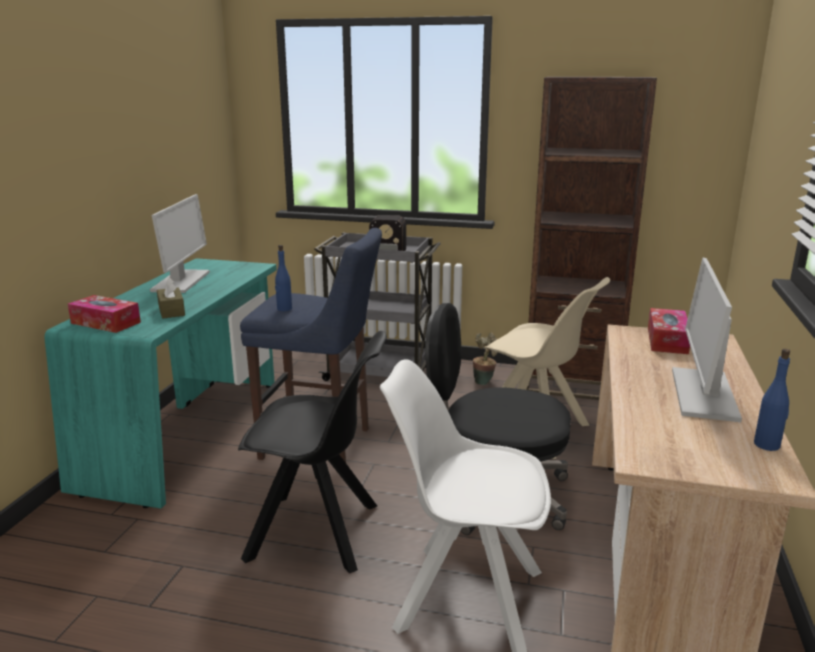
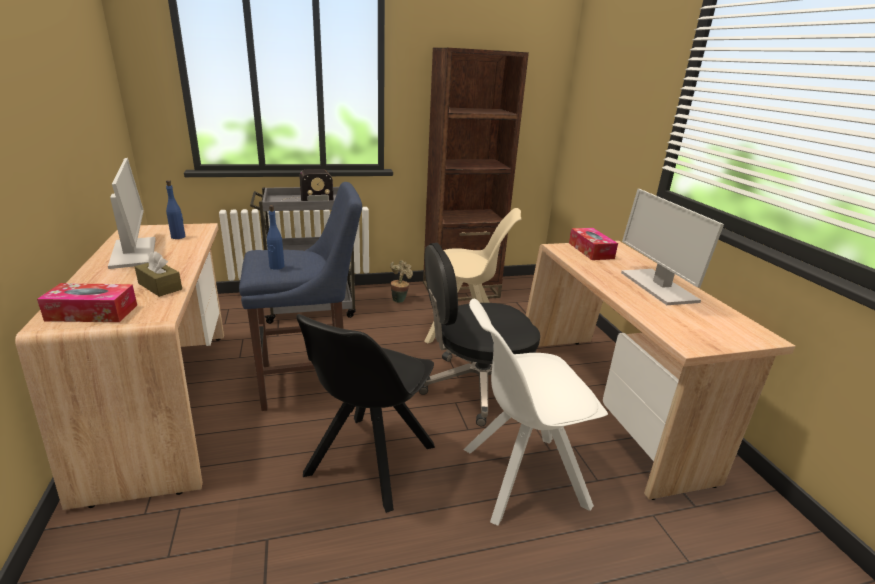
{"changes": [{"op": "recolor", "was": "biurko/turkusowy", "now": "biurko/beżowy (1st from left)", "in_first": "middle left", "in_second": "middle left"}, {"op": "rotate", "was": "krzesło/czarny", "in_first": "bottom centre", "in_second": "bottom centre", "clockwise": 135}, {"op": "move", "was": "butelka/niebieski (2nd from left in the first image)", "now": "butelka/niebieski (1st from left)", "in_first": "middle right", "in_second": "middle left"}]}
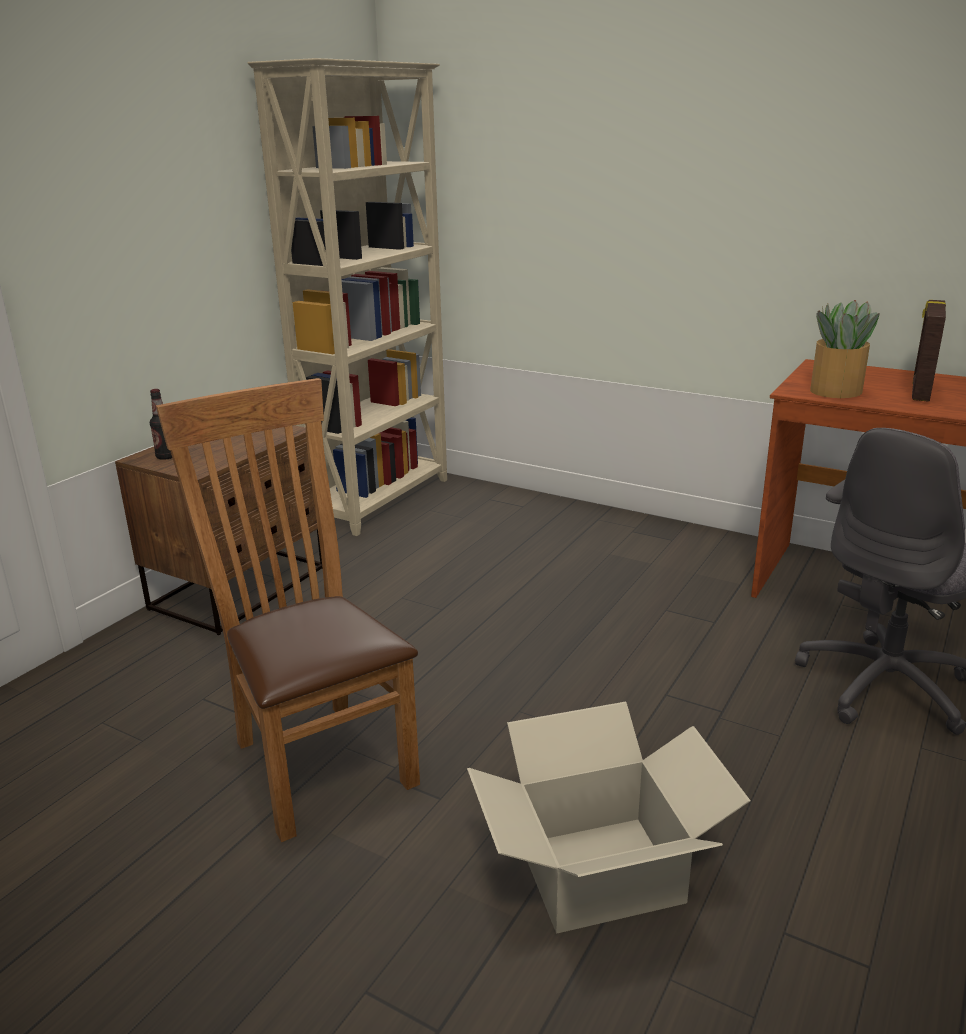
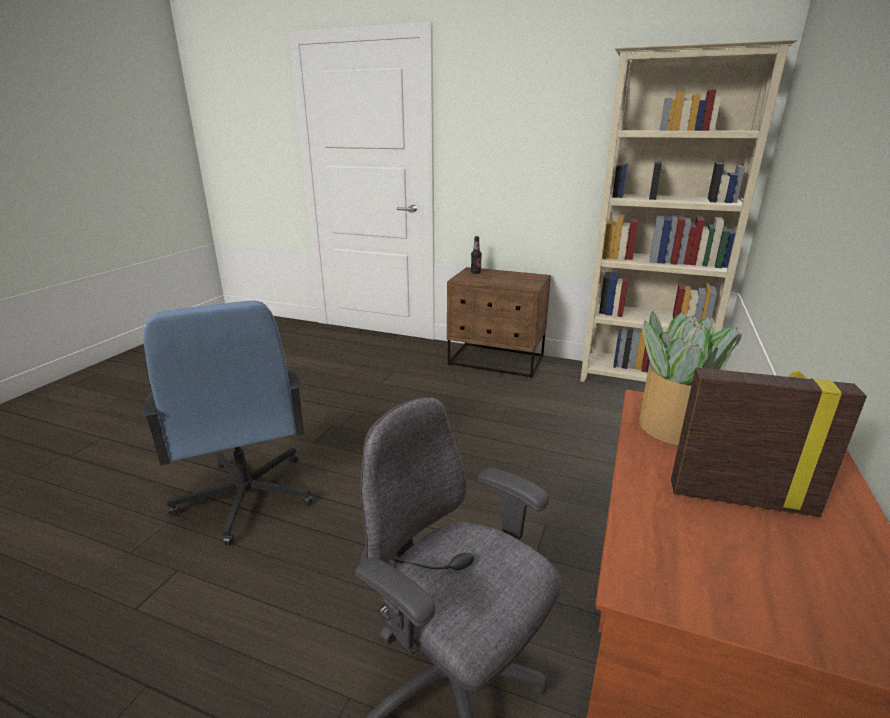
{"changes": [{"op": "delete", "was": "krzesło/brązowy", "in_first": "middle left"}, {"op": "replace", "was": "karton", "now": "krzesło biurowe/niebieski", "in_first": "bottom centre", "in_second": "middle left"}]}
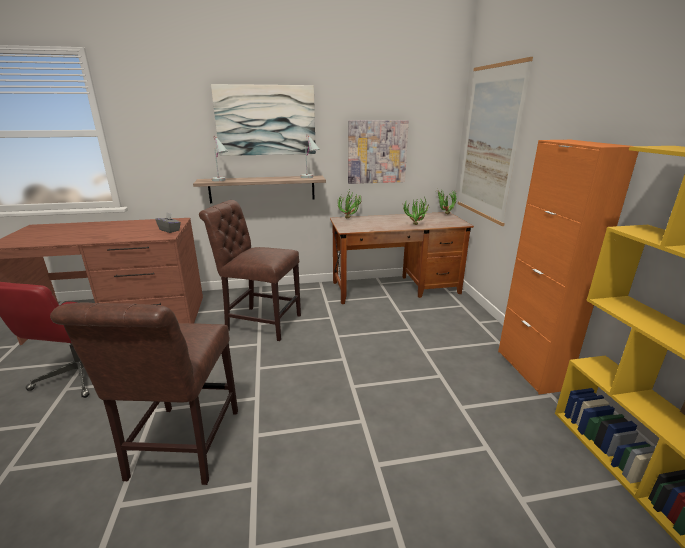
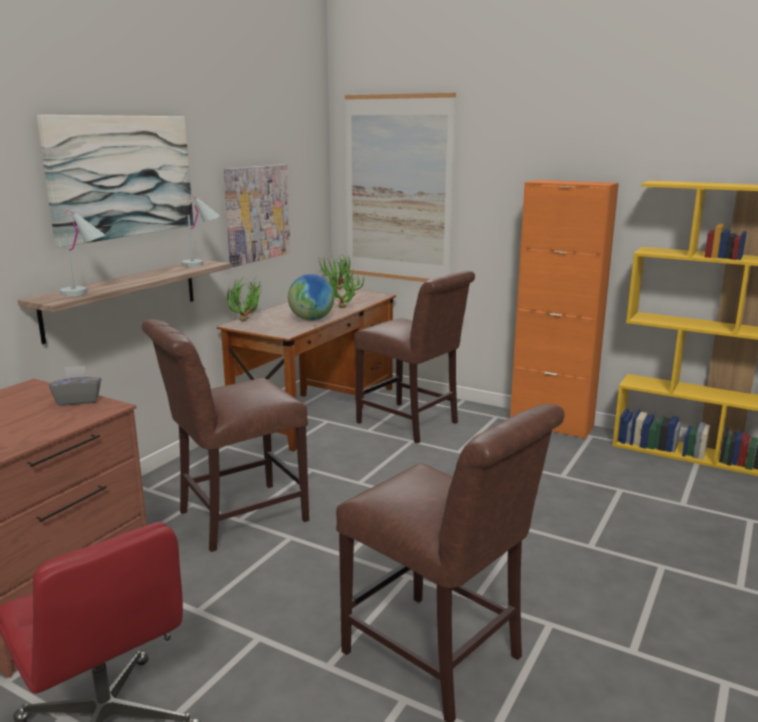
{"changes": [{"op": "insert", "now": "globus", "in_second": "centre"}, {"op": "insert", "now": "krzesło/brązowy (2nd from left)", "in_second": "centre"}]}
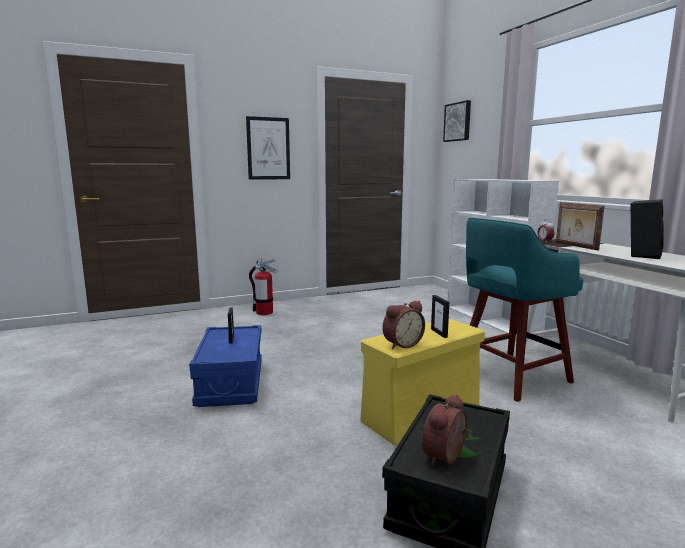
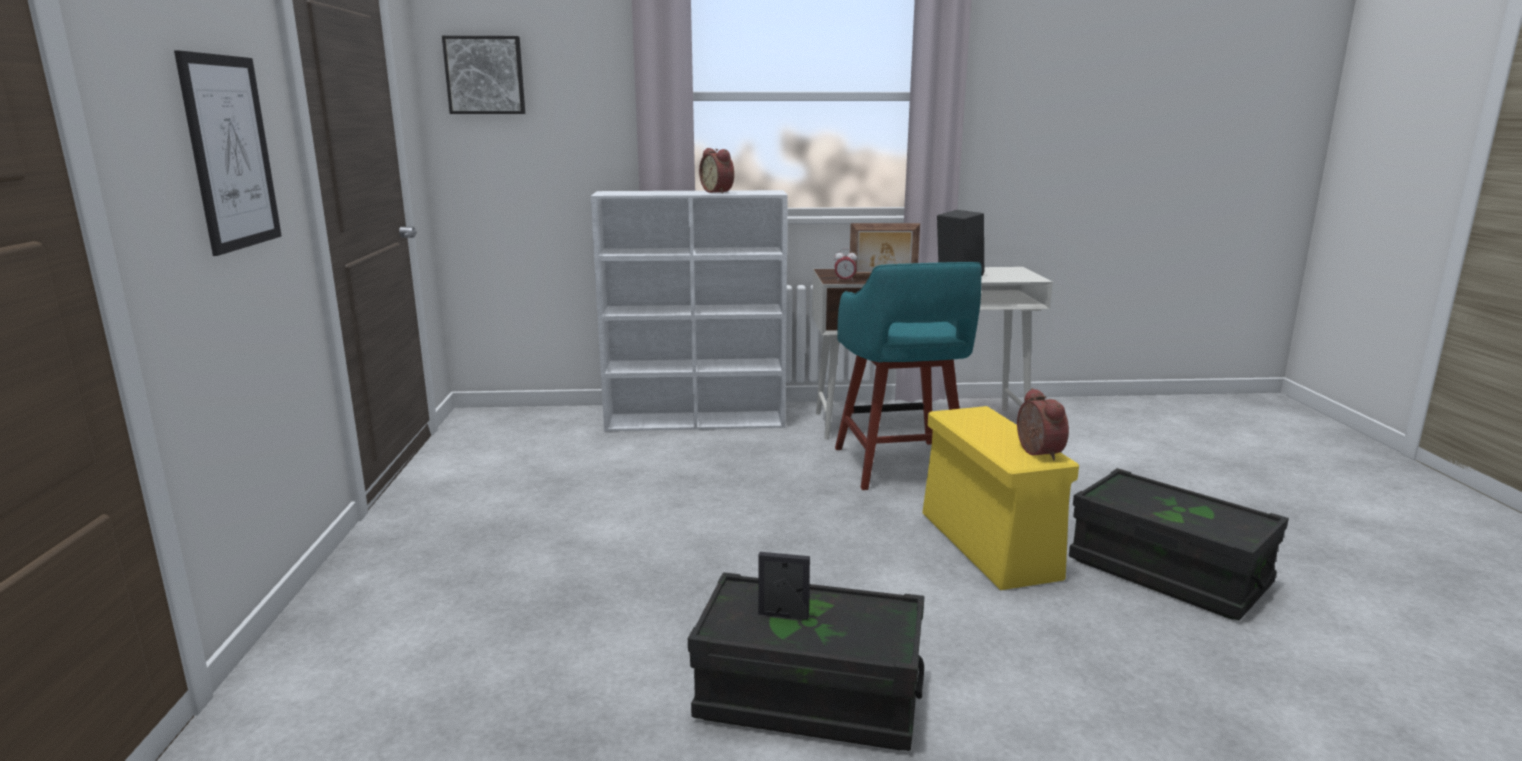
{"changes": [{"op": "recolor", "was": "pojemnik do przechowywania/niebieski", "now": "pojemnik do przechowywania/czarny (1st from left)", "in_first": "bottom left", "in_second": "bottom centre"}, {"op": "delete", "was": "gaśnica", "in_first": "centre"}, {"op": "move", "was": "budzik (2nd from left in the first image)", "now": "budzik (1st from left)", "in_first": "bottom centre", "in_second": "top centre"}, {"op": "delete", "was": "ramka na zdjęcie (2nd from left)", "in_first": "centre"}]}
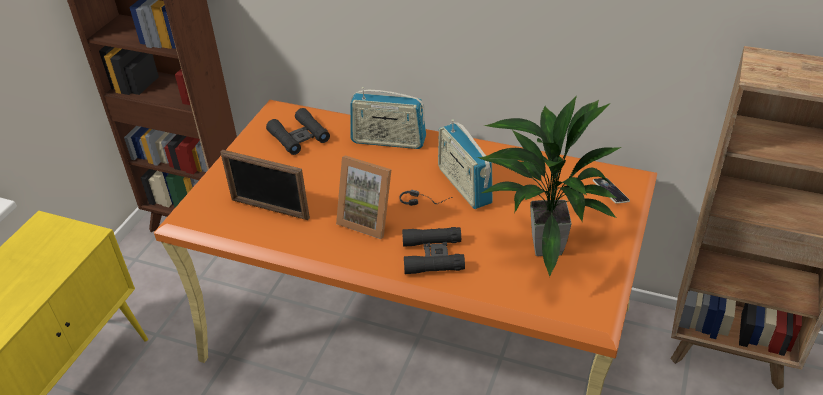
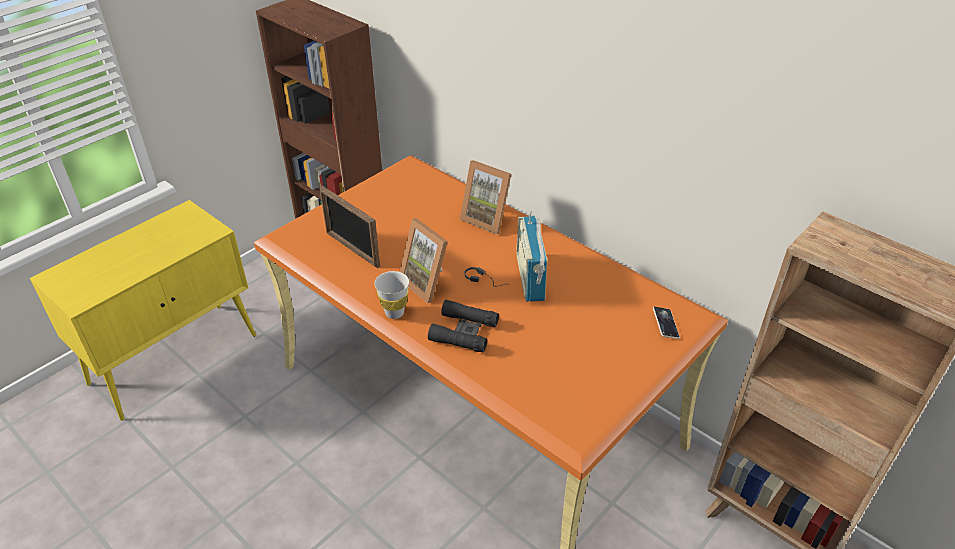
{"changes": [{"op": "delete", "was": "lornetka/czarny (1st from left)", "in_first": "top centre"}, {"op": "replace", "was": "radio (1st from left)", "now": "ramka na zdjęcie (3rd from left)", "in_first": "top centre", "in_second": "centre"}, {"op": "delete", "was": "roślina doniczkowa", "in_first": "middle right"}, {"op": "insert", "now": "filiżanka/biały", "in_second": "centre"}]}
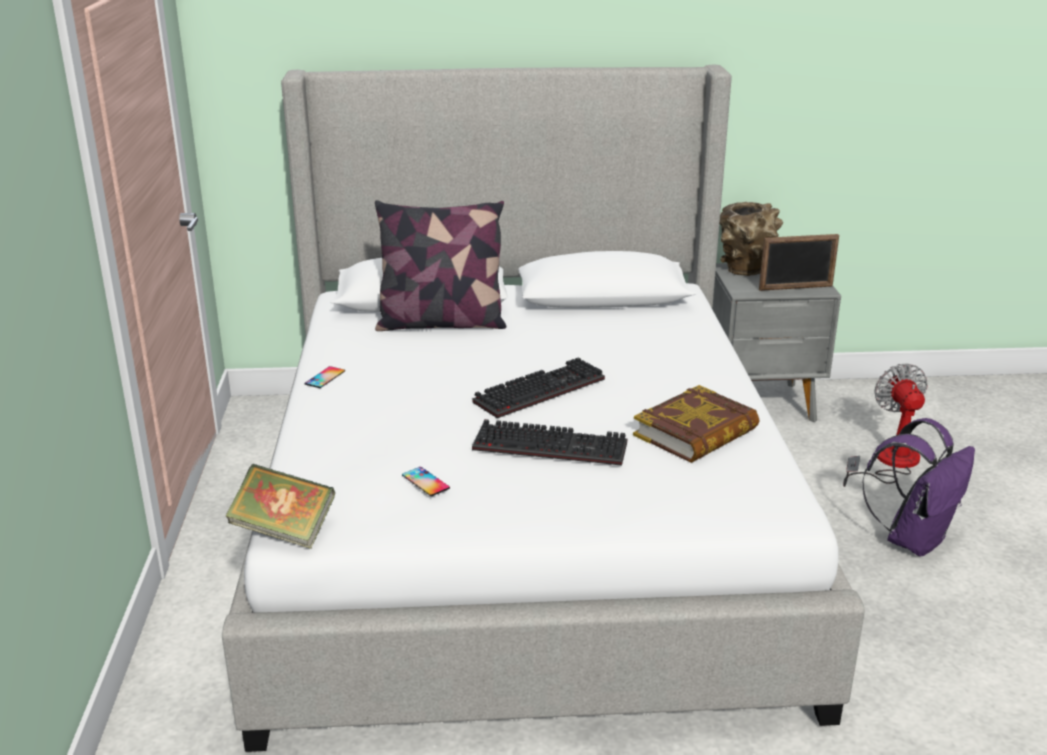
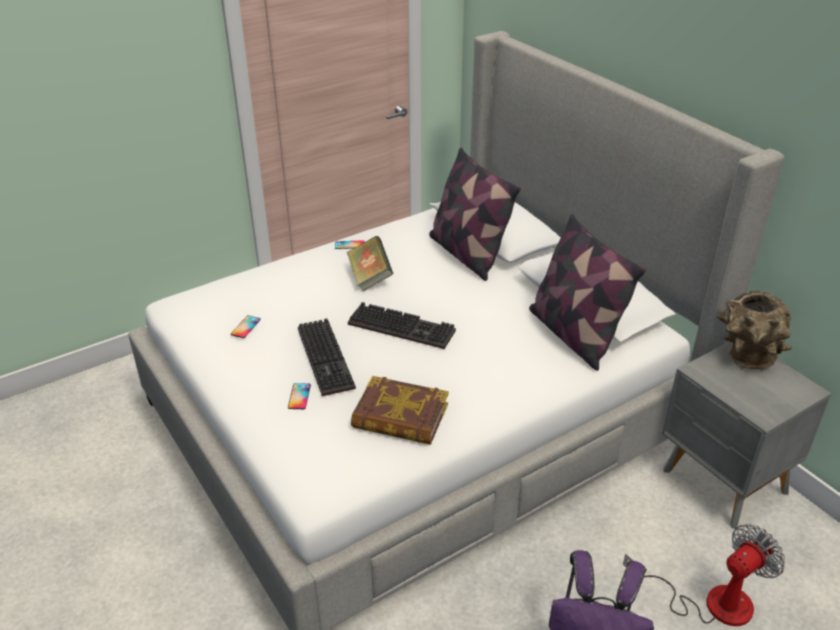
{"changes": [{"op": "move", "was": "książka (1st from left)", "in_first": "bottom left", "in_second": "centre"}, {"op": "delete", "was": "ramka na zdjęcie", "in_first": "middle right"}, {"op": "insert", "now": "telefon (2nd from left)", "in_second": "centre"}, {"op": "insert", "now": "poduszka (2nd from left)", "in_second": "middle right"}]}
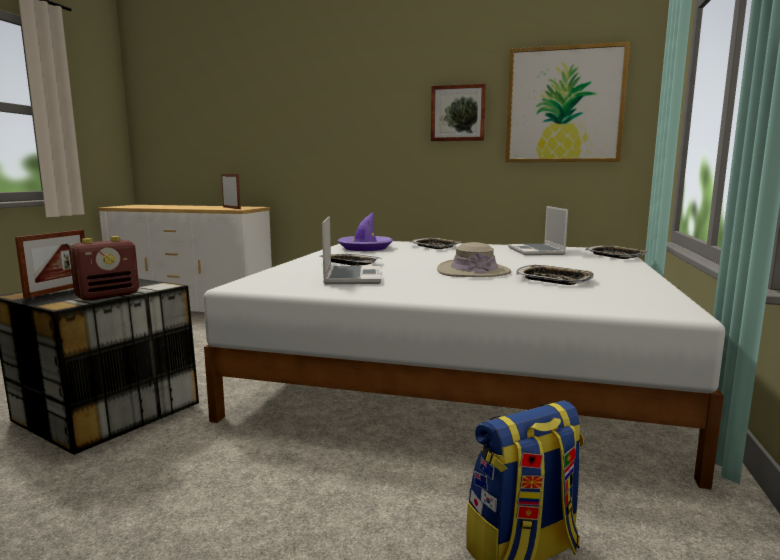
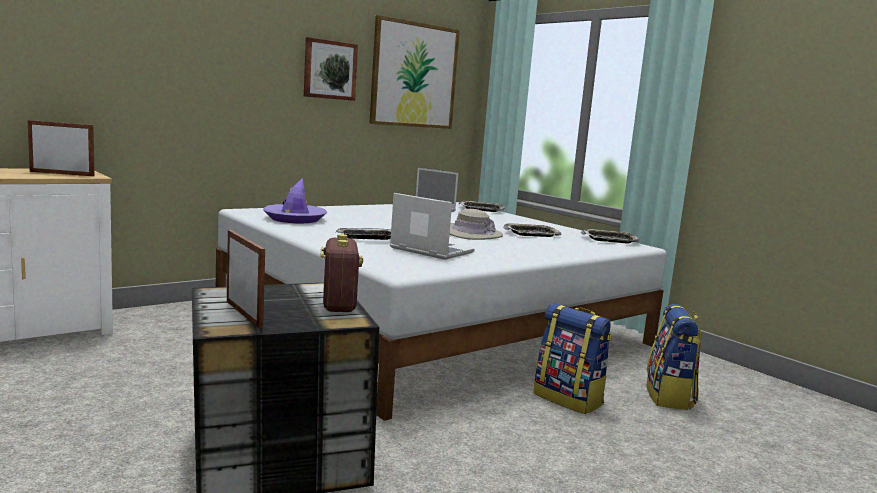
{"changes": [{"op": "move", "was": "taca (2nd from left in the first image)", "now": "taca (4th from left)", "in_first": "centre", "in_second": "middle right"}, {"op": "insert", "now": "plecak (1st from left)", "in_second": "bottom centre"}]}
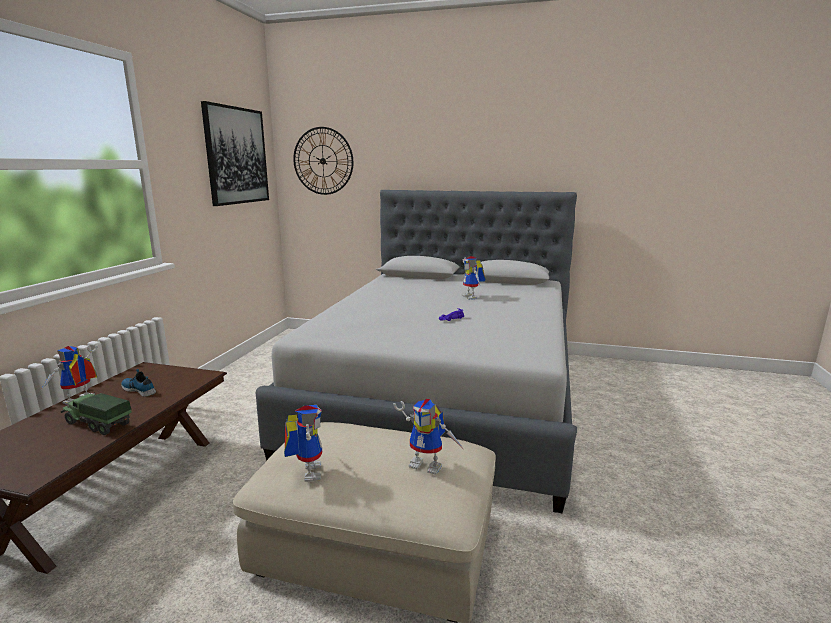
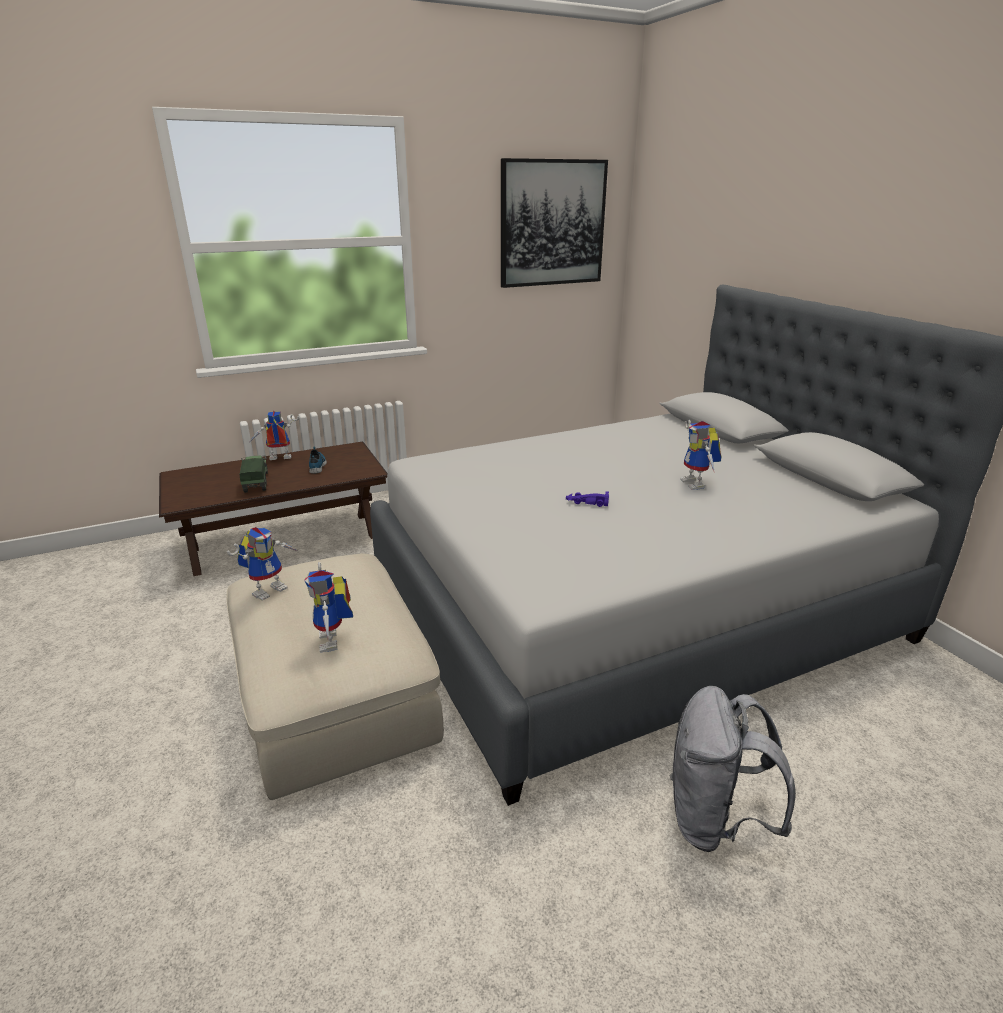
{"changes": [{"op": "delete", "was": "zegar ścienny", "in_first": "top centre"}, {"op": "rotate", "was": "robot zabawkowy (4th from left)", "in_first": "centre", "in_second": "middle right", "clockwise": -45}, {"op": "insert", "now": "plecak/szary", "in_second": "bottom right"}]}
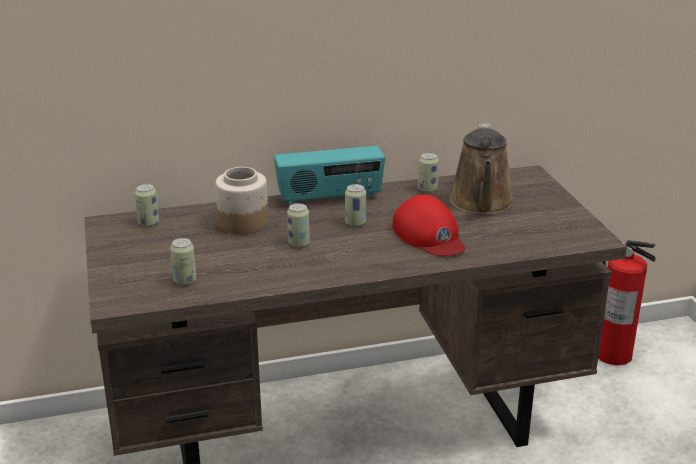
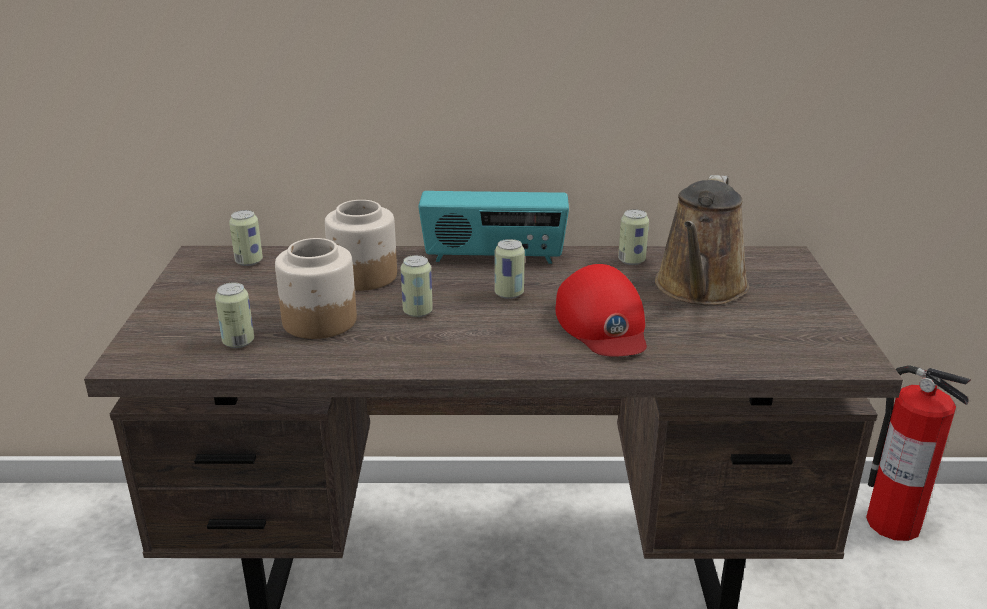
{"changes": [{"op": "insert", "now": "słoik (1st from left)", "in_second": "middle left"}]}
